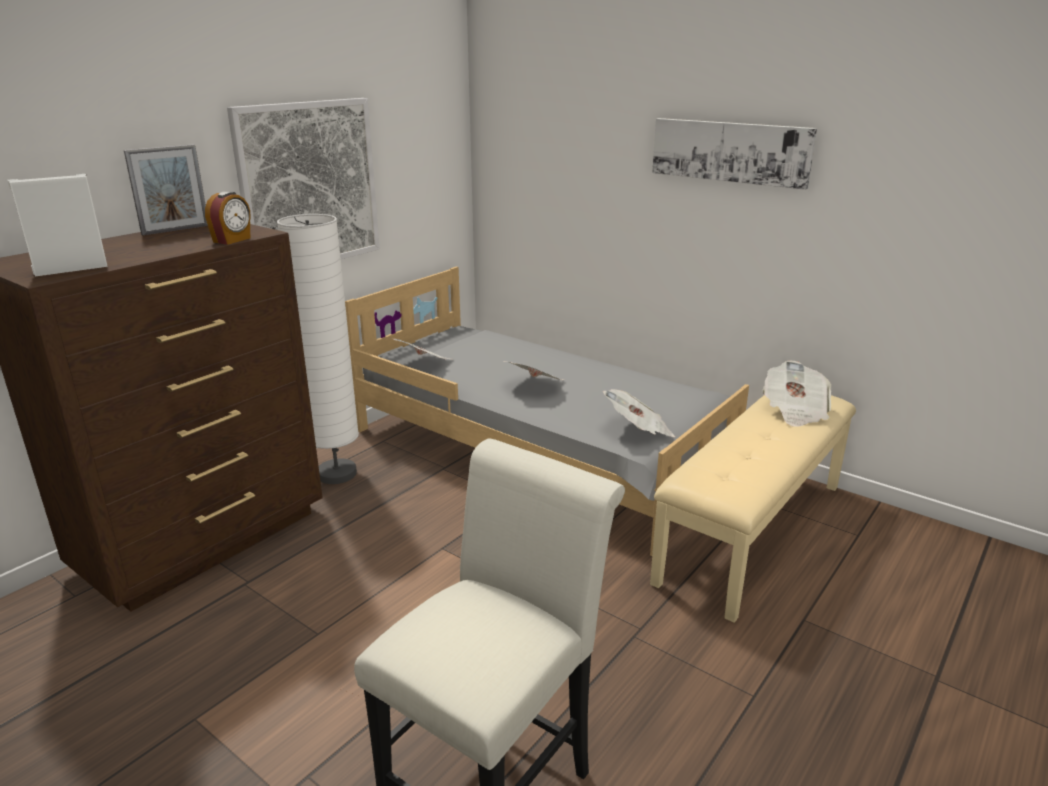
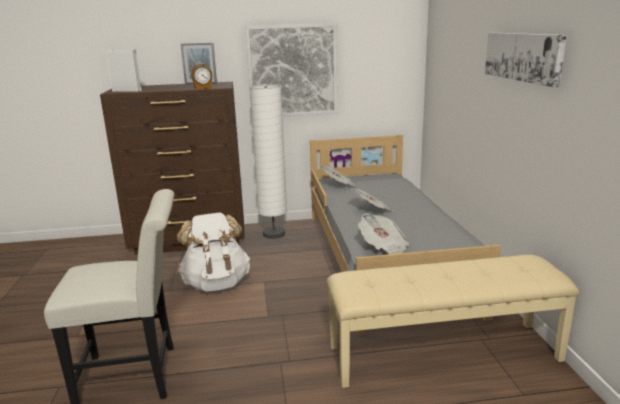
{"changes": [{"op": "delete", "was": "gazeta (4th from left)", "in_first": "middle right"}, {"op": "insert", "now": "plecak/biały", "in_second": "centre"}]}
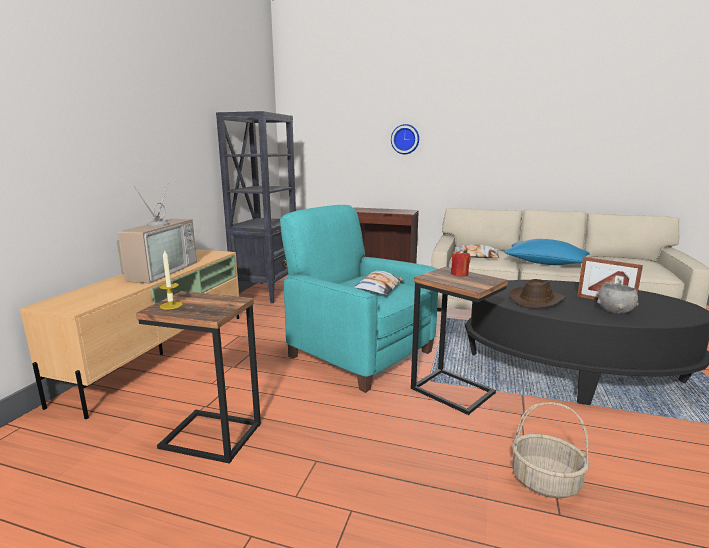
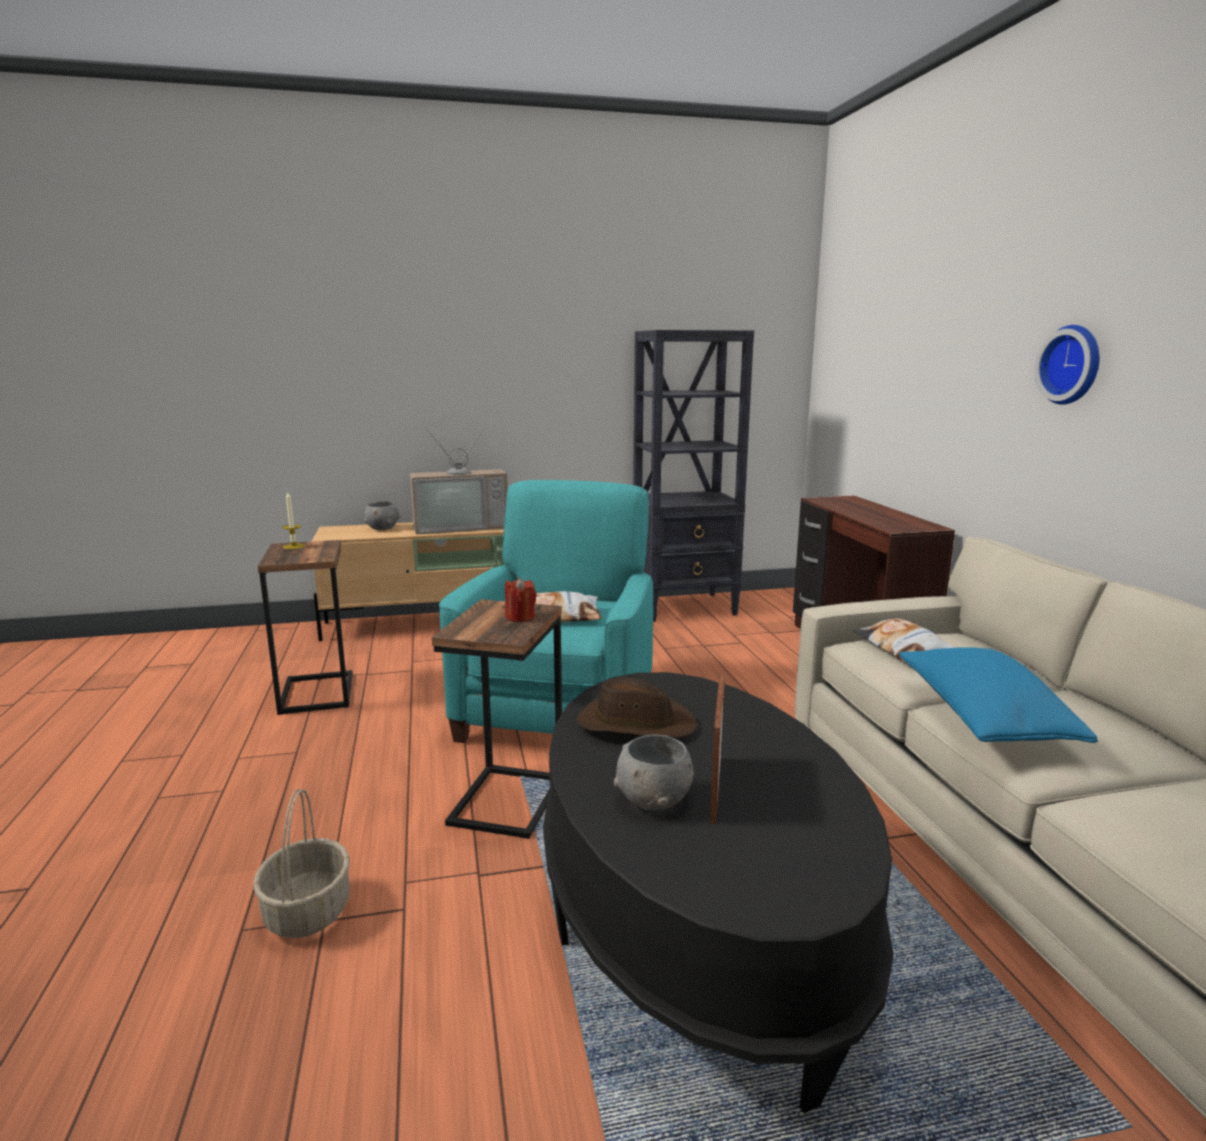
{"changes": [{"op": "move", "was": "zegar ścienny", "in_first": "top centre", "in_second": "top right"}, {"op": "insert", "now": "miska/szary (1st from left)", "in_second": "middle left"}]}
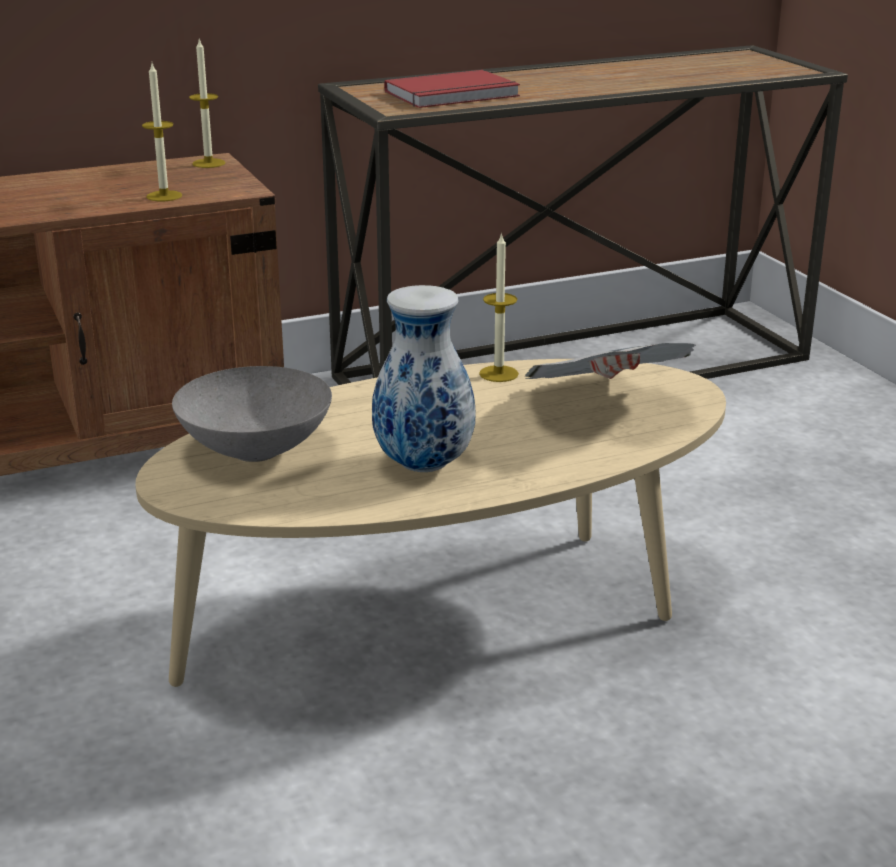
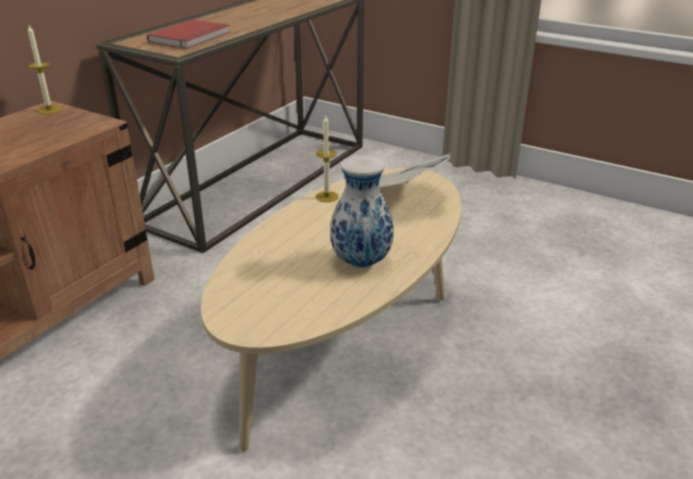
{"changes": [{"op": "delete", "was": "świeca (1st from left)", "in_first": "top left"}, {"op": "delete", "was": "miska/szary", "in_first": "middle left"}]}
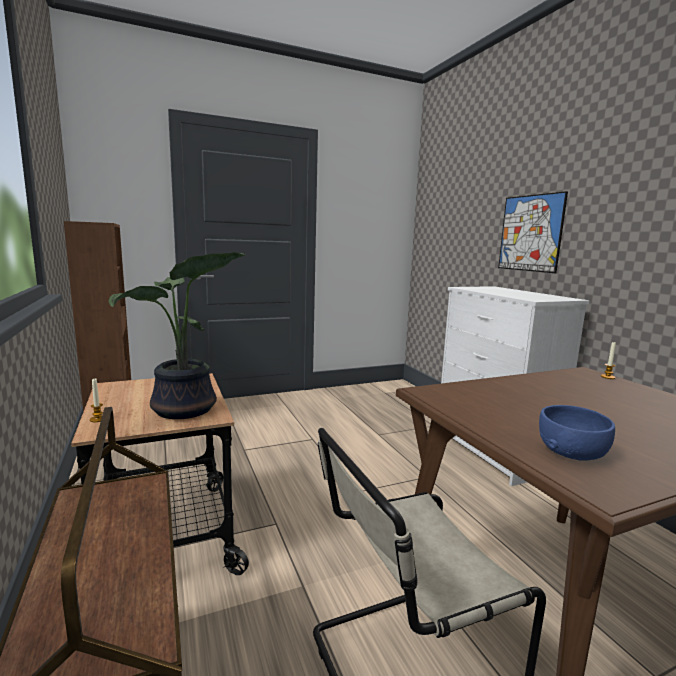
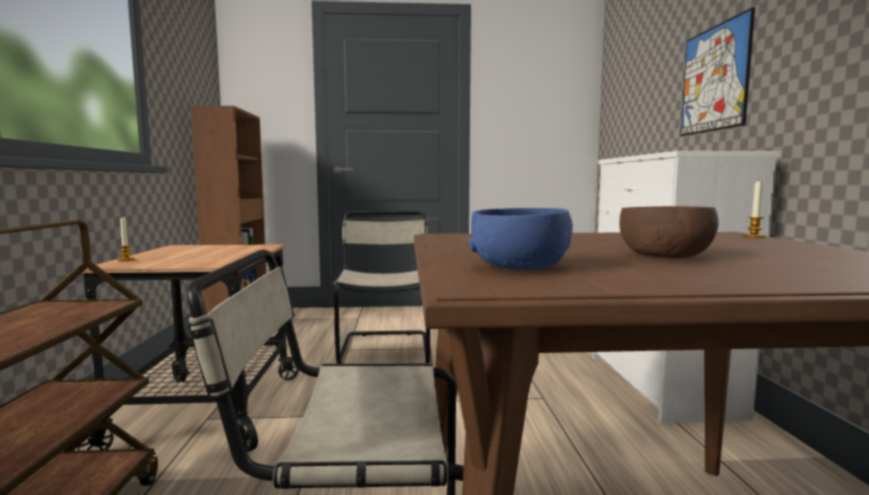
{"changes": [{"op": "delete", "was": "roślina doniczkowa", "in_first": "middle left"}, {"op": "insert", "now": "krzesło/beżowy (2nd from left)", "in_second": "centre"}, {"op": "insert", "now": "miska/brązowy", "in_second": "middle right"}]}
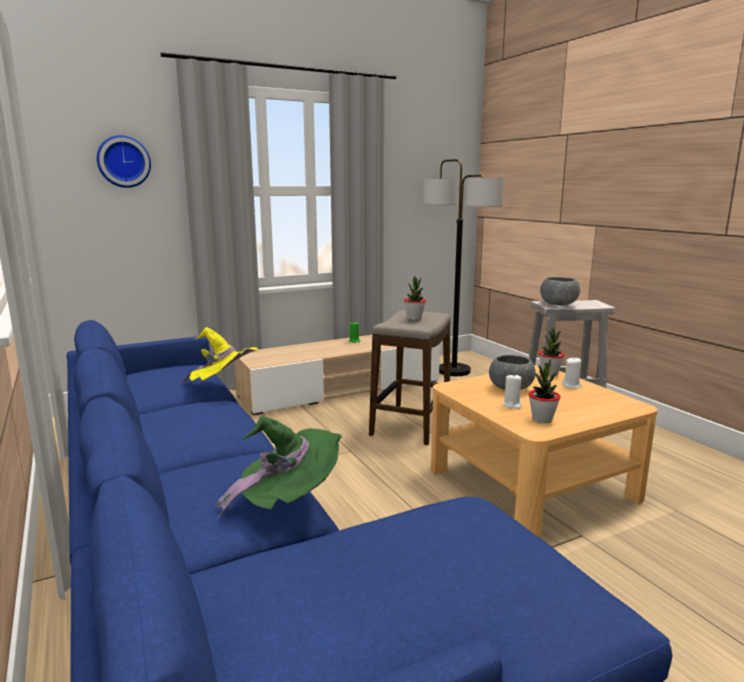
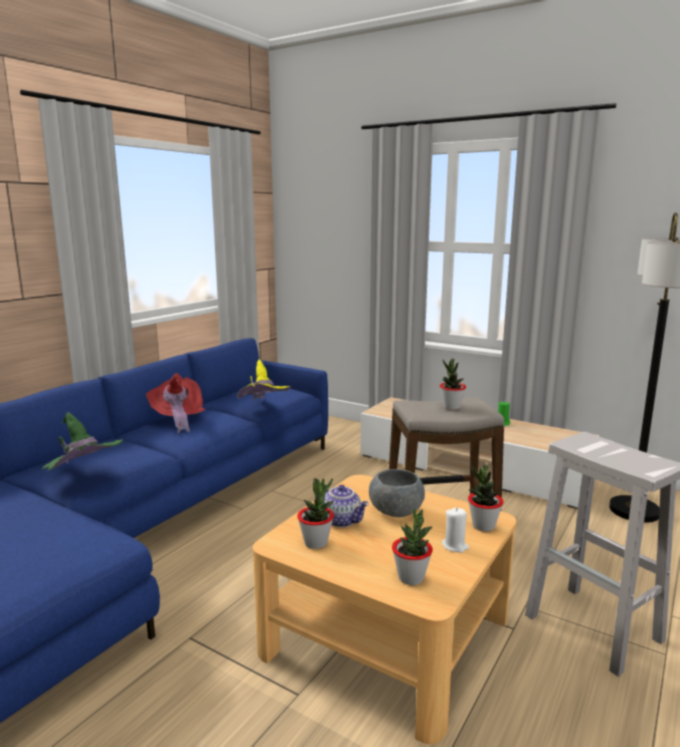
{"changes": [{"op": "delete", "was": "zegar ścienny", "in_first": "top left"}, {"op": "replace", "was": "świeca/biały (1st from left)", "now": "imbryk", "in_first": "middle right", "in_second": "bottom centre"}, {"op": "delete", "was": "miska/szary (2nd from left)", "in_first": "middle right"}, {"op": "insert", "now": "kapelusz/czerwony", "in_second": "middle left"}, {"op": "insert", "now": "roślina doniczkowa (2nd from left)", "in_second": "bottom centre"}]}
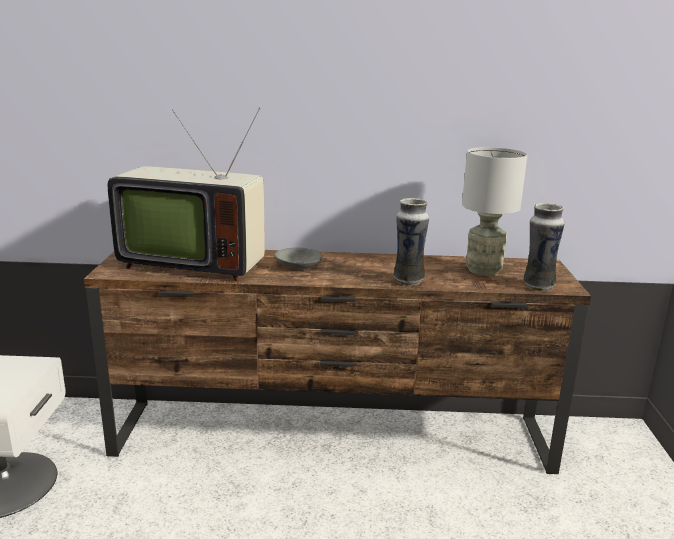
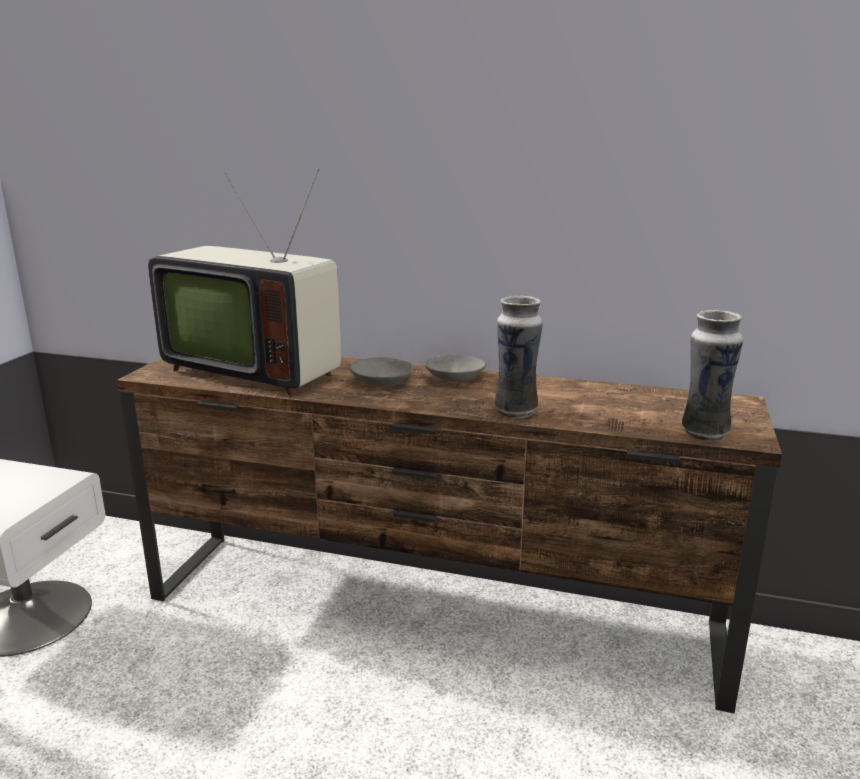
{"changes": [{"op": "delete", "was": "lampa stołowa/szary", "in_first": "middle right"}, {"op": "insert", "now": "miska/szary (2nd from left)", "in_second": "centre"}]}
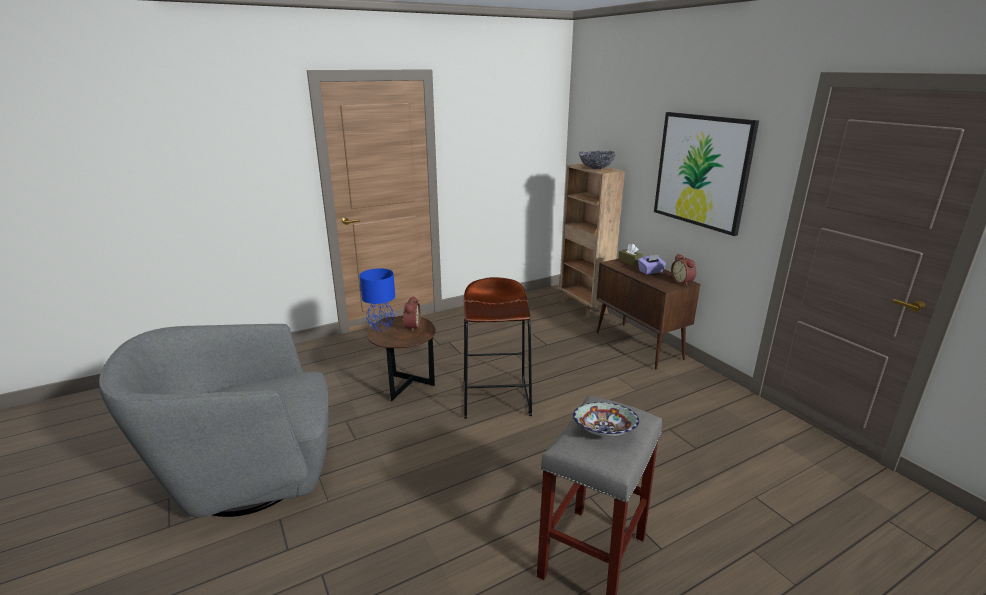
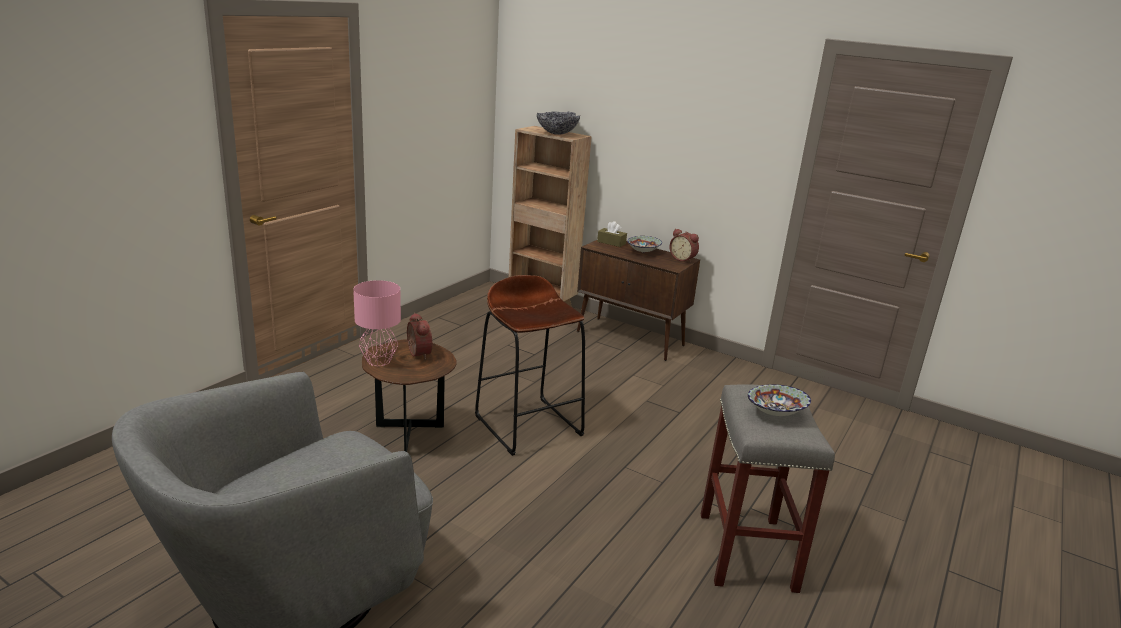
{"changes": [{"op": "recolor", "was": "lampa stołowa/niebieski", "now": "lampa stołowa/różowy", "in_first": "centre", "in_second": "centre"}, {"op": "replace", "was": "pudełko chusteczek/fioletowy", "now": "miska (2nd from left)", "in_first": "centre", "in_second": "centre"}, {"op": "delete", "was": "obraz", "in_first": "top right"}]}
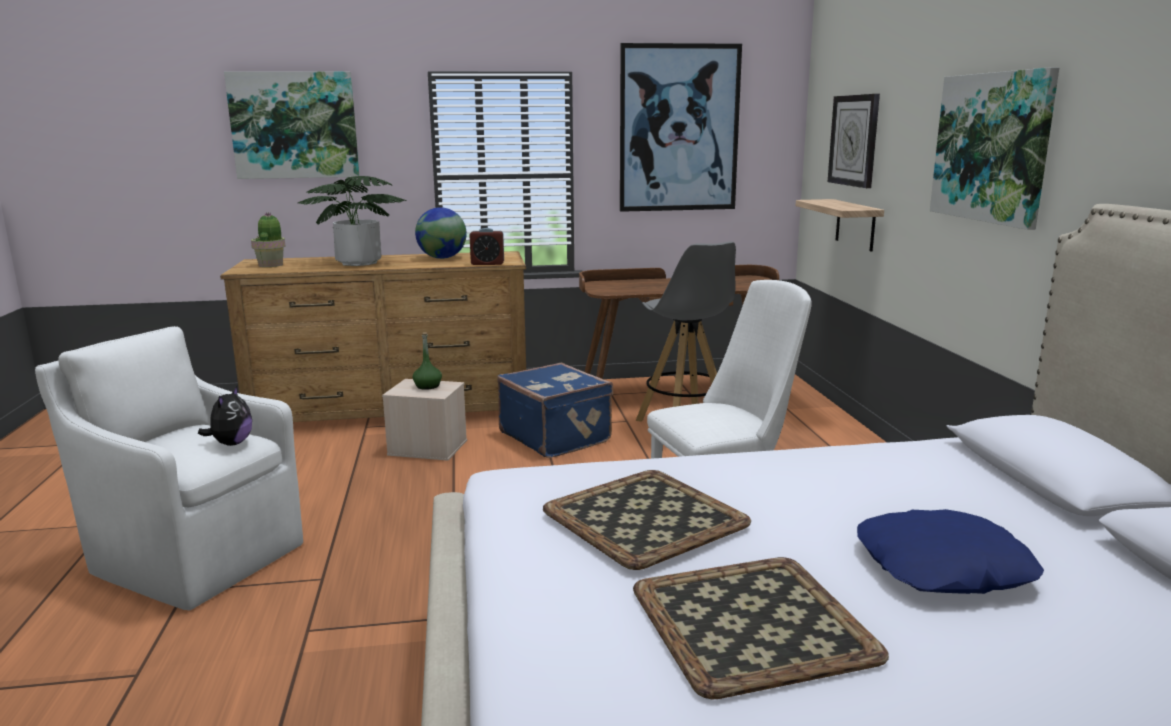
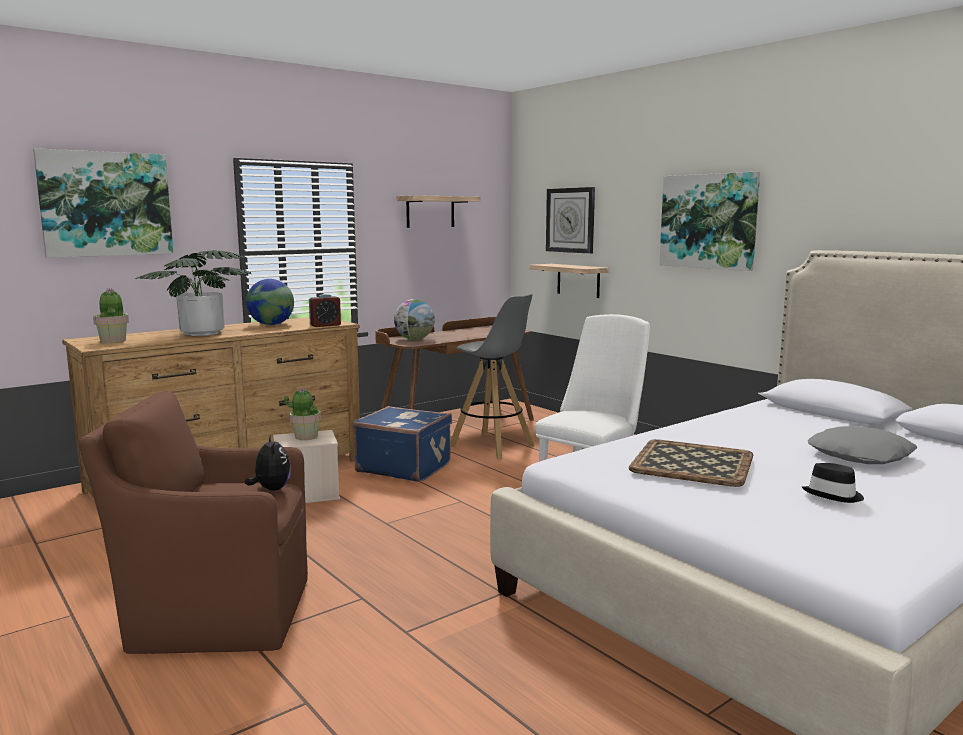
{"changes": [{"op": "recolor", "was": "fotel/biały", "now": "fotel/brązowy", "in_first": "middle left", "in_second": "bottom left"}, {"op": "replace", "was": "butelka/zielony", "now": "roślina doniczkowa (3rd from left)", "in_first": "centre", "in_second": "middle left"}, {"op": "replace", "was": "obraz (2nd from left)", "now": "półka (1st from left)", "in_first": "top centre", "in_second": "top centre"}, {"op": "replace", "was": "taca (2nd from left)", "now": "kapelusz/czarny", "in_first": "bottom centre", "in_second": "middle right"}, {"op": "recolor", "was": "poduszka/niebieski", "now": "poduszka/szary", "in_first": "bottom right", "in_second": "middle right"}, {"op": "insert", "now": "globus (2nd from left)", "in_second": "centre"}]}
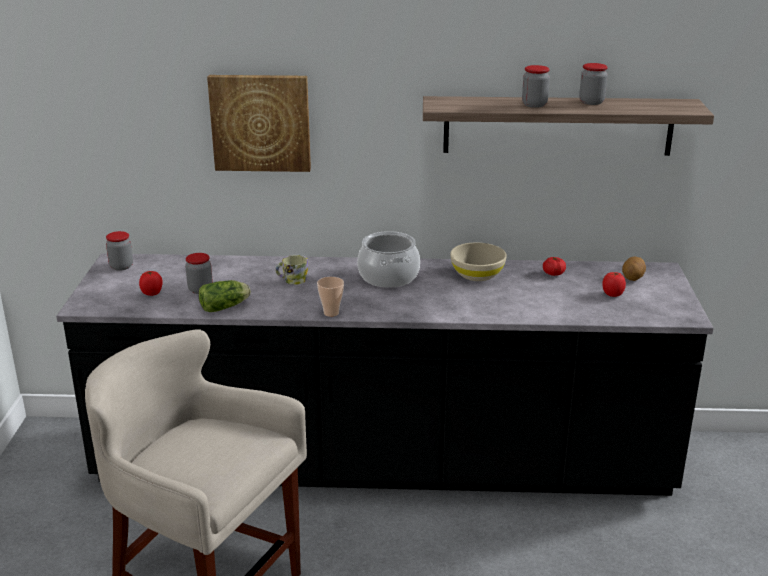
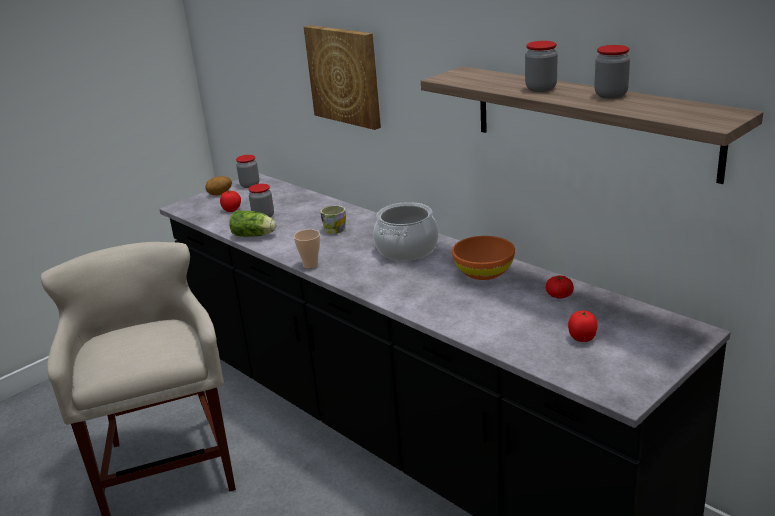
{"changes": [{"op": "recolor", "was": "miska/beżowy", "now": "miska/pomarańczowy", "in_first": "centre", "in_second": "centre"}, {"op": "move", "was": "ziemniak", "in_first": "middle right", "in_second": "middle left"}]}
